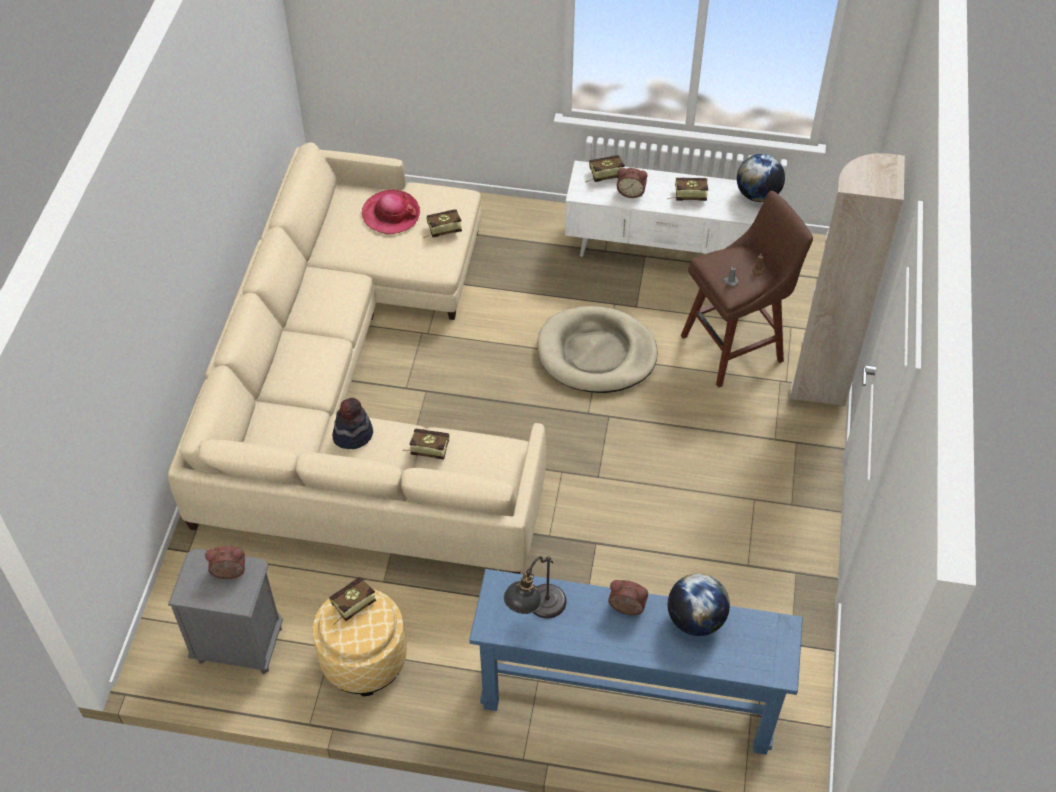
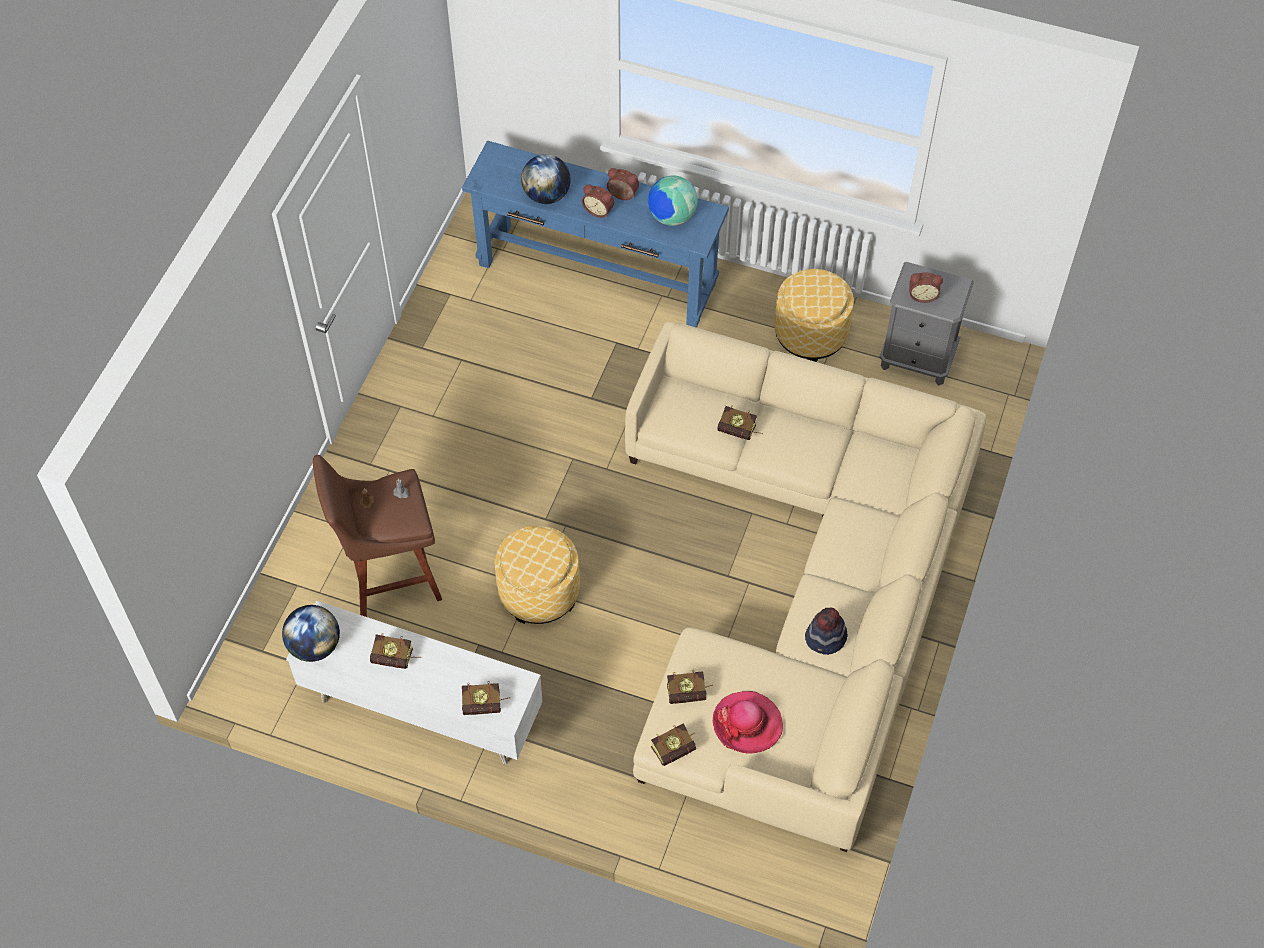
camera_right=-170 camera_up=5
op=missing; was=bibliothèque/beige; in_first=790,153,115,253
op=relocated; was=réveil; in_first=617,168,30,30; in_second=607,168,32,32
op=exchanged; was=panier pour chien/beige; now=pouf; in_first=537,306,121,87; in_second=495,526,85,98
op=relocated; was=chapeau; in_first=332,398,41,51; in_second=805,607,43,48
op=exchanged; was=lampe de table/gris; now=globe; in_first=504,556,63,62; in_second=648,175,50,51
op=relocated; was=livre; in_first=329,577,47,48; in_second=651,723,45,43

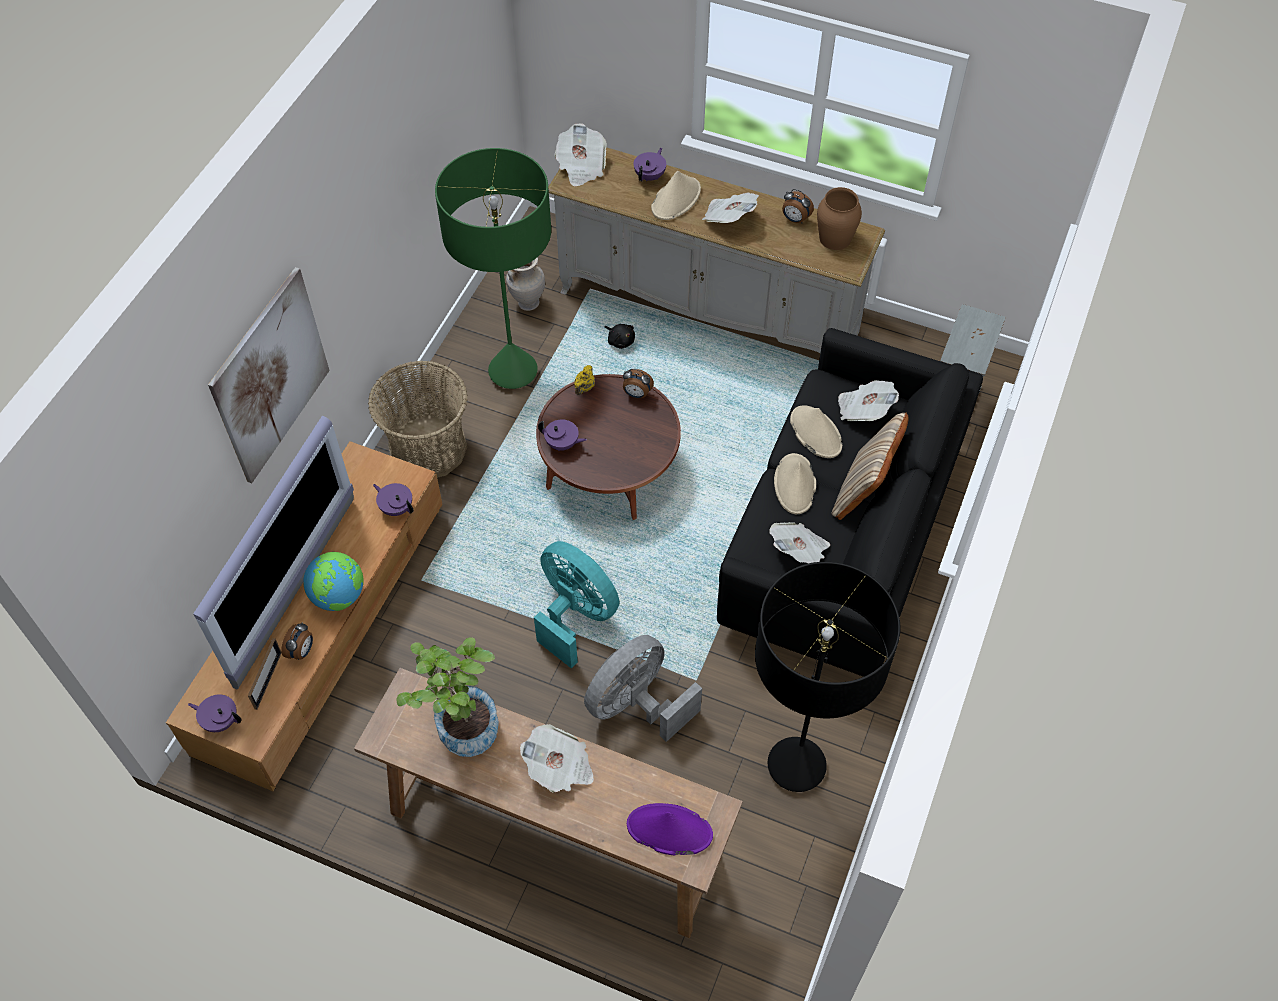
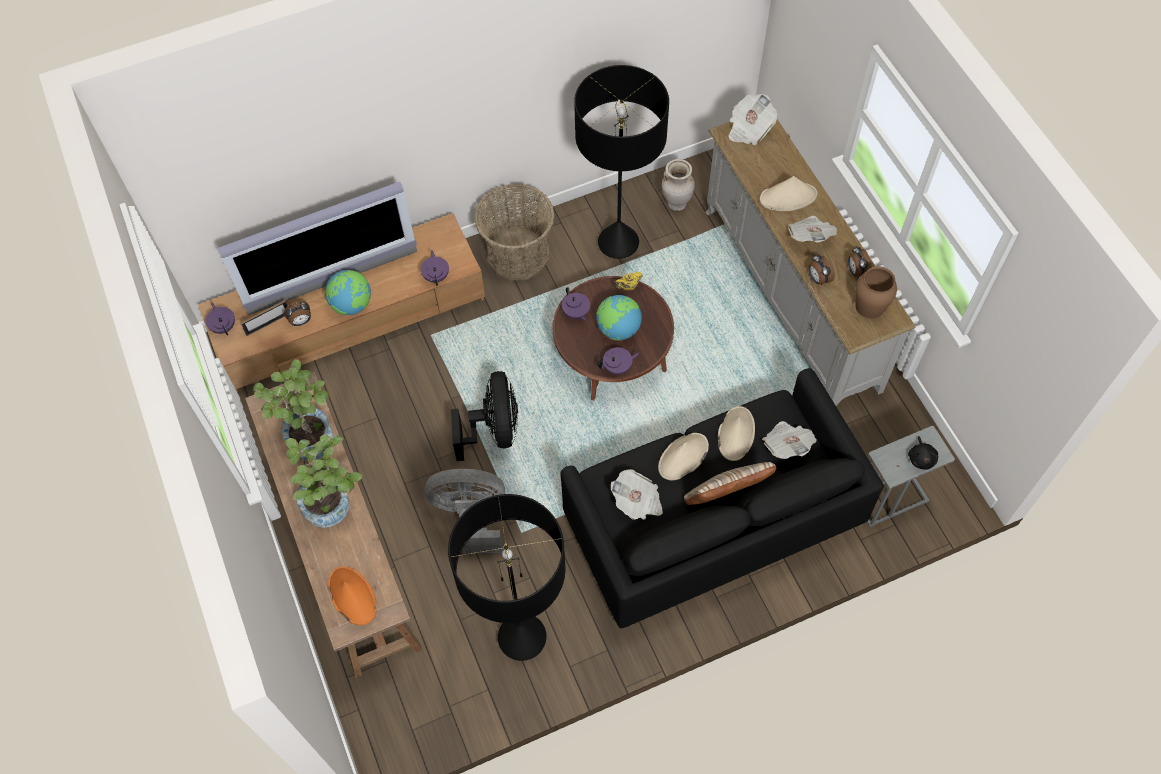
camera_right=45 camera_up=5
op=colour; was=lampadaire/vert; now=lampadaire/noir; in_first=435,148,116,241; in_second=574,65,95,194
op=relocated; was=théière/violet; in_first=633,148,33,34; in_second=598,347,42,28
op=missing; was=tableau; in_first=208,267,122,216
op=relocated; was=peluche/noir; in_first=605,324,30,25; in_second=908,436,31,34
op=relocated; was=réveil; in_first=623,369,31,29; in_second=809,254,26,31
op=colour; was=ventilateur/turquoise; now=ventilateur/noir; in_first=534,541,86,128; in_second=451,371,67,90
op=exchanged; was=journal; now=plante en pot; in_first=520,724,74,69; in_second=286,435,76,93
op=colour; was=chapeau/violet; now=chapeau/orange; in_first=627,803,86,53; in_second=328,566,49,59
op=appeared; now=globe; in_second=596,295,46,46

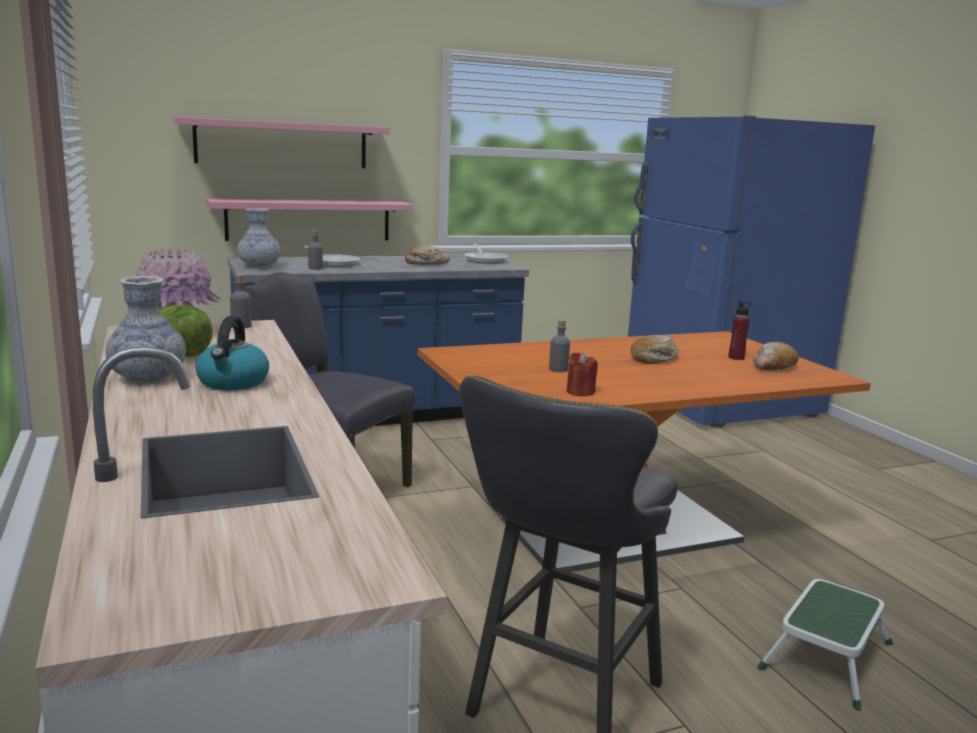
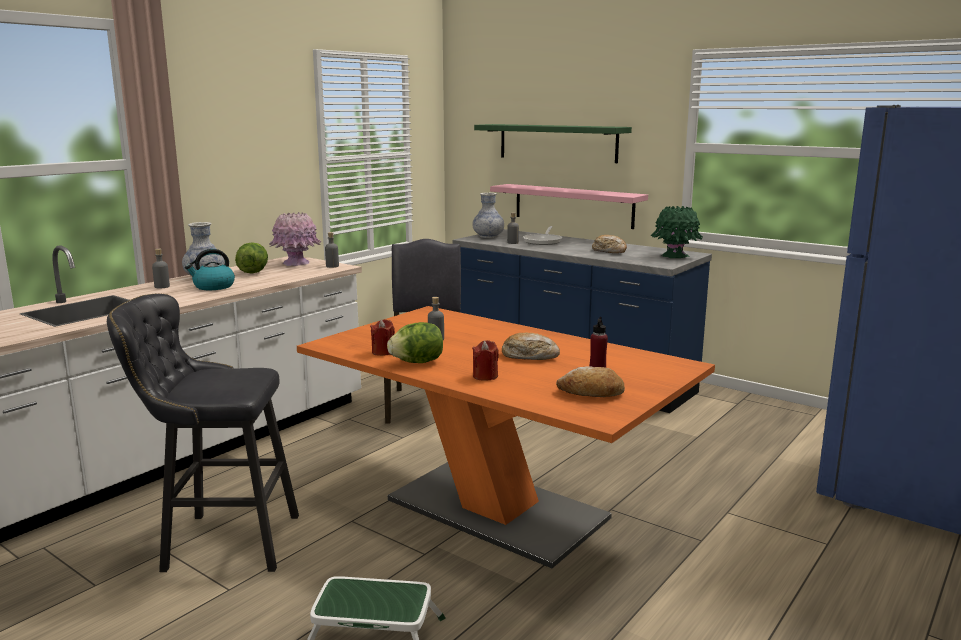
camera_right=60 camera_up=0
op=colour; was=étagère/rose; now=étagère/vert; in_first=174,117,216,51; in_second=474,124,158,39
op=exchanged; was=poêle; now=vase/vert; in_first=464,244,44,20; in_second=650,206,53,52
op=appeared; now=bouteille/gris; in_second=152,249,18,39
op=appeared; now=laitue; in_second=387,322,56,41
op=appeared; now=bougie/rouge; in_second=472,340,27,41

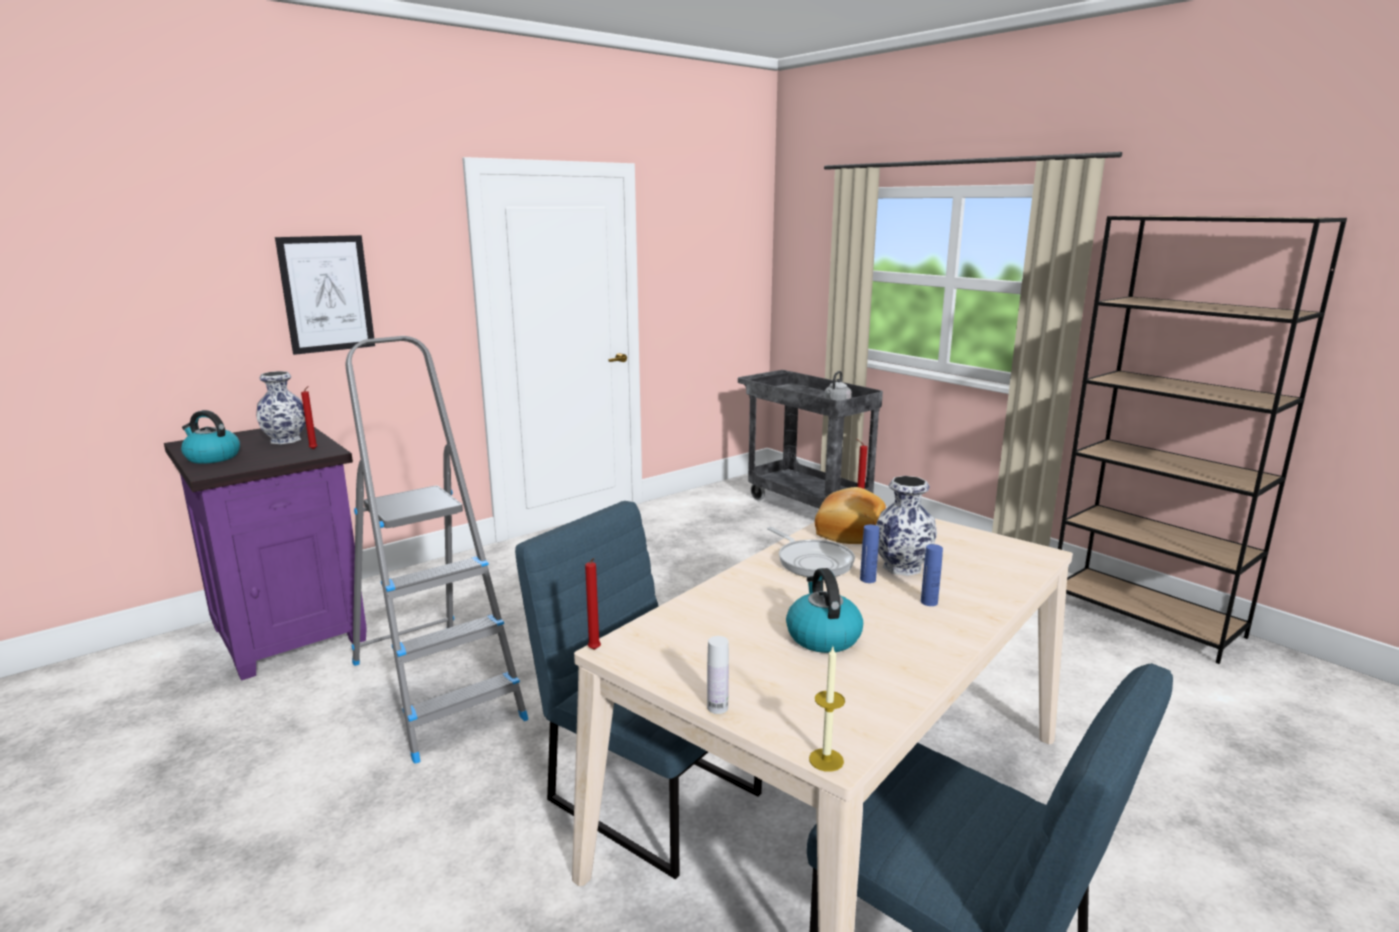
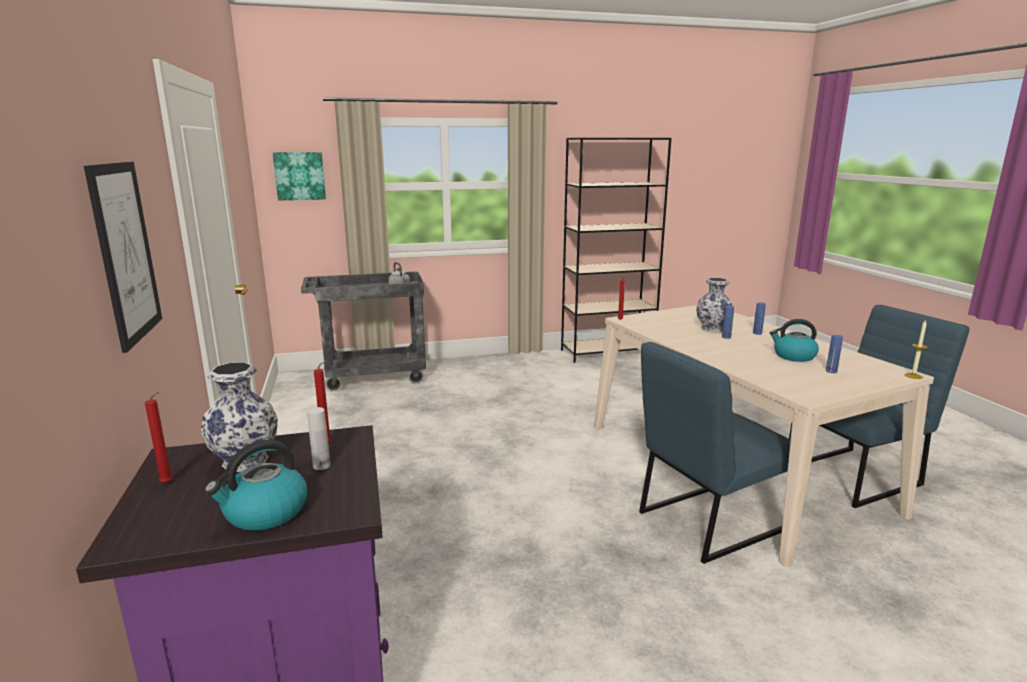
camera_right=-65 camera_up=0
op=missing; was=escabeau/gris; in_first=345,336,183,428
op=missing; was=pain; in_first=815,487,71,57
op=missing; was=poêle; in_first=767,527,88,50
op=relocated; was=bougie/rouge; in_first=585,558,16,92; in_second=145,392,28,92
op=relocated; was=bouteille/blanc; in_first=707,636,22,78; in_second=307,407,23,63
op=appeared; now=tableau; in_second=273,152,53,48
op=appeared; now=bouteille/bleu; in_second=826,335,17,38

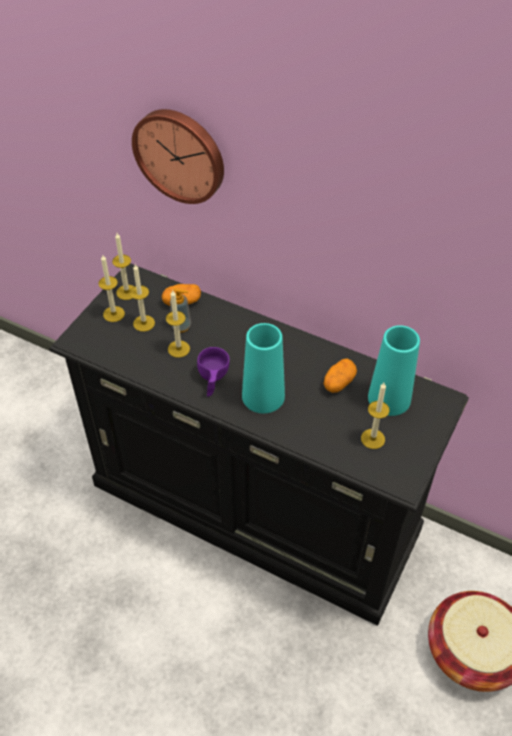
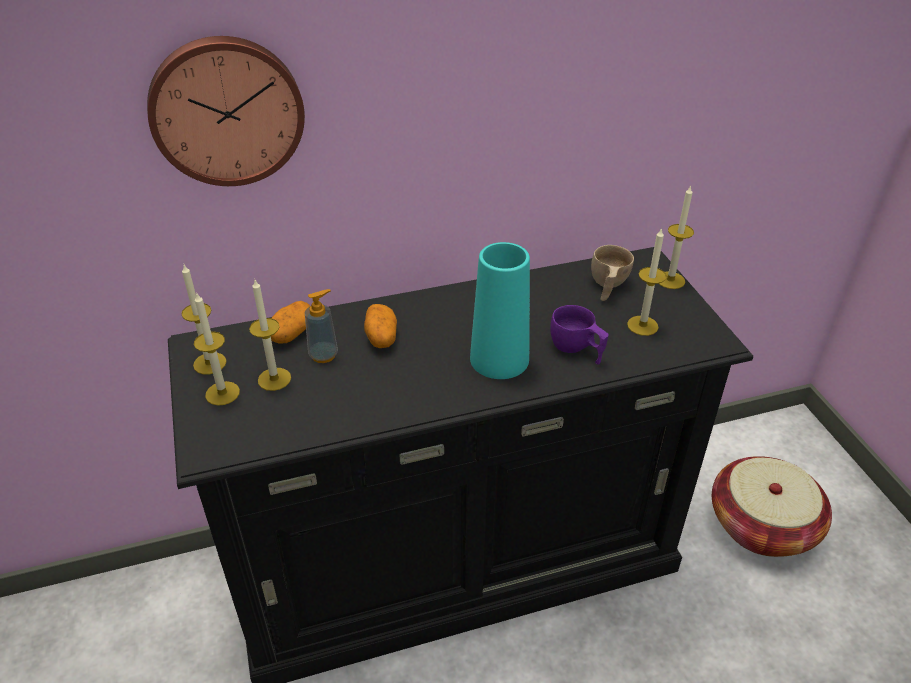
camera_right=-45 camera_up=-10
op=relocated; was=bougie; in_first=166,290,24,68; in_second=658,185,36,104
op=exchanged; was=vase/turquoise; now=tasse/beige; in_first=368,325,52,91; in_second=591,245,43,56
op=relocated; was=tasse/violet; in_first=197,347,33,50; in_second=550,305,59,60
op=relocated; was=pomme de terre; in_first=323,358,34,35; in_second=364,304,33,44

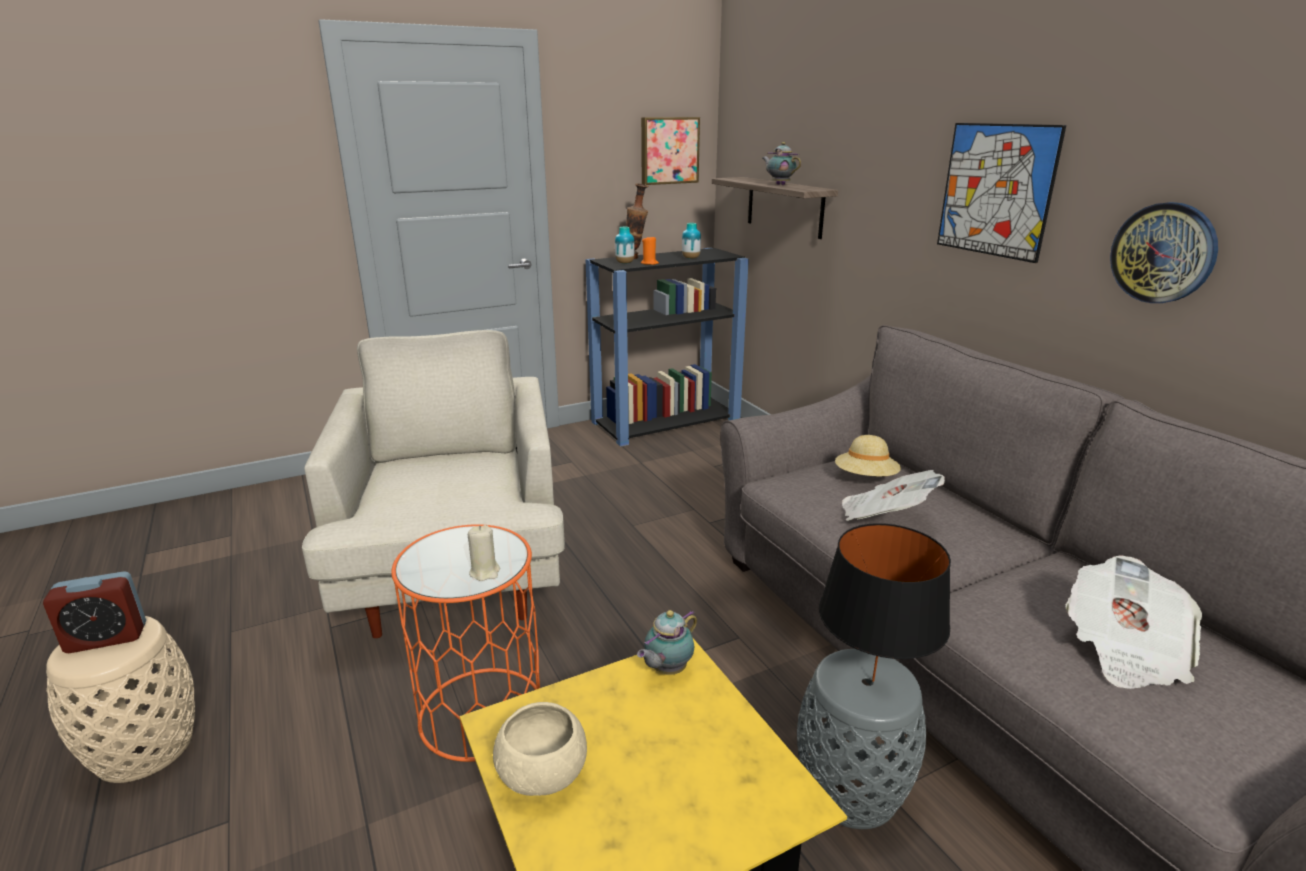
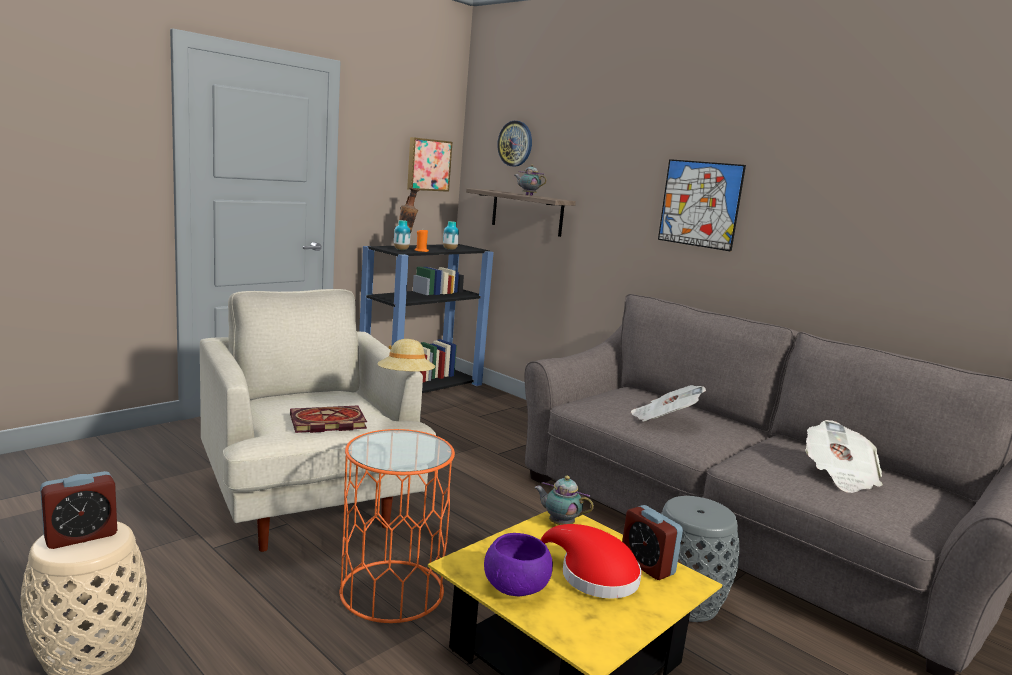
camera_right=-20 camera_up=-10
op=relocated; was=horloge murale; in_first=1110,202,108,101; in_second=497,121,35,46
op=relocated; was=chapeau/beige; in_first=835,435,66,42; in_second=378,339,57,32
op=missing; was=lampe de table/noir; in_first=819,523,132,159
op=missing; was=bougie/beige; in_first=468,525,32,56
op=spun; was=théière; in_first=637,610,60,65; in_second=534,476,60,49; clockwise=90
op=colour; was=bol/beige; now=bol/violet; in_first=493,702,94,94; in_second=484,533,69,64
op=appeared; now=livre; in_second=290,405,77,28
op=appeared; now=réveil; in_second=622,505,61,75
op=appeared; now=chapeau/rouge; in_second=541,524,101,75

